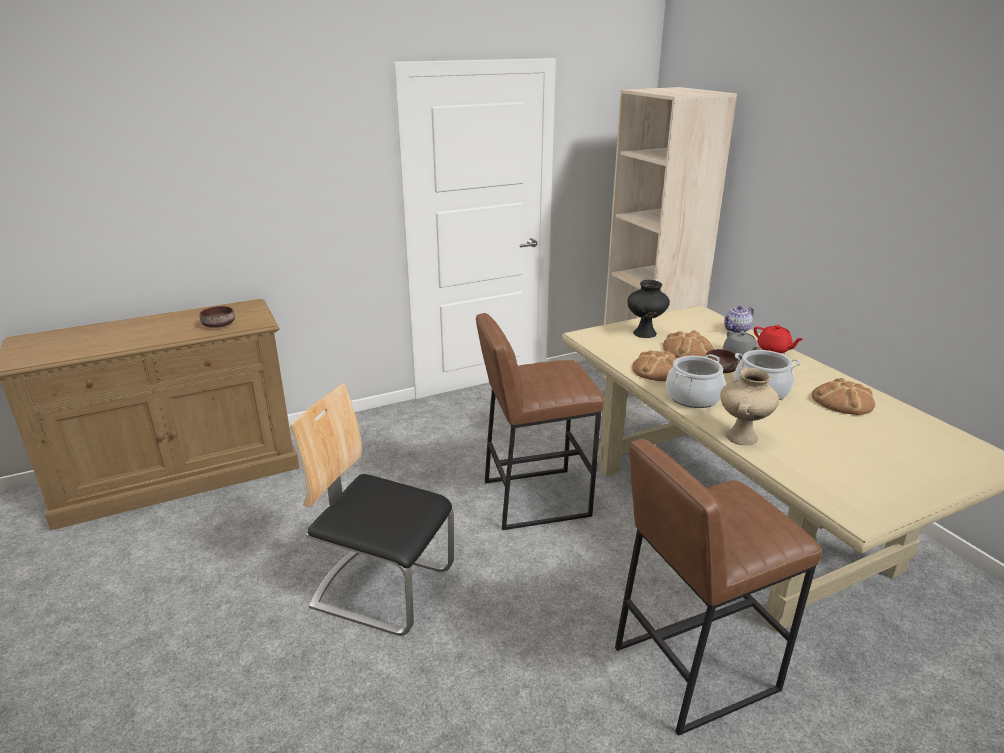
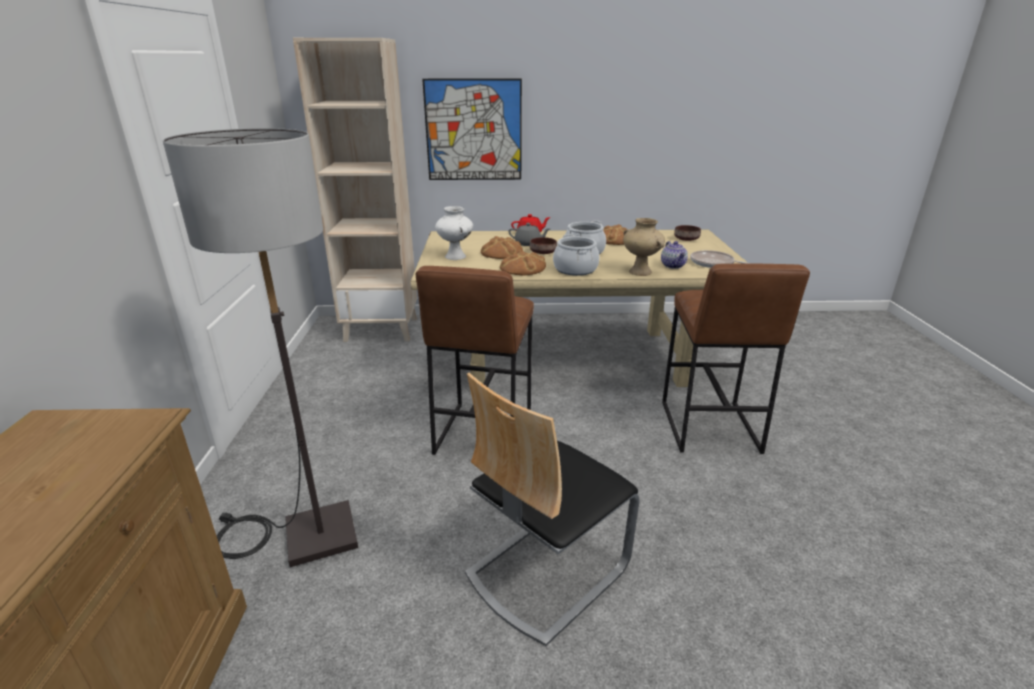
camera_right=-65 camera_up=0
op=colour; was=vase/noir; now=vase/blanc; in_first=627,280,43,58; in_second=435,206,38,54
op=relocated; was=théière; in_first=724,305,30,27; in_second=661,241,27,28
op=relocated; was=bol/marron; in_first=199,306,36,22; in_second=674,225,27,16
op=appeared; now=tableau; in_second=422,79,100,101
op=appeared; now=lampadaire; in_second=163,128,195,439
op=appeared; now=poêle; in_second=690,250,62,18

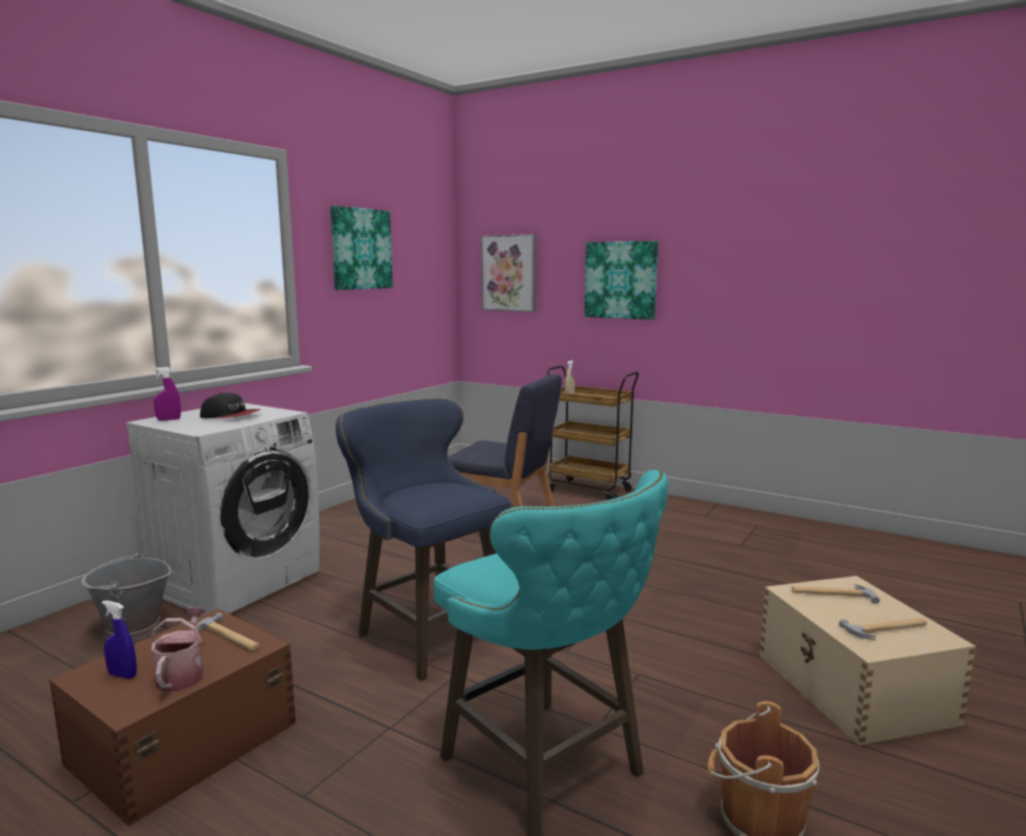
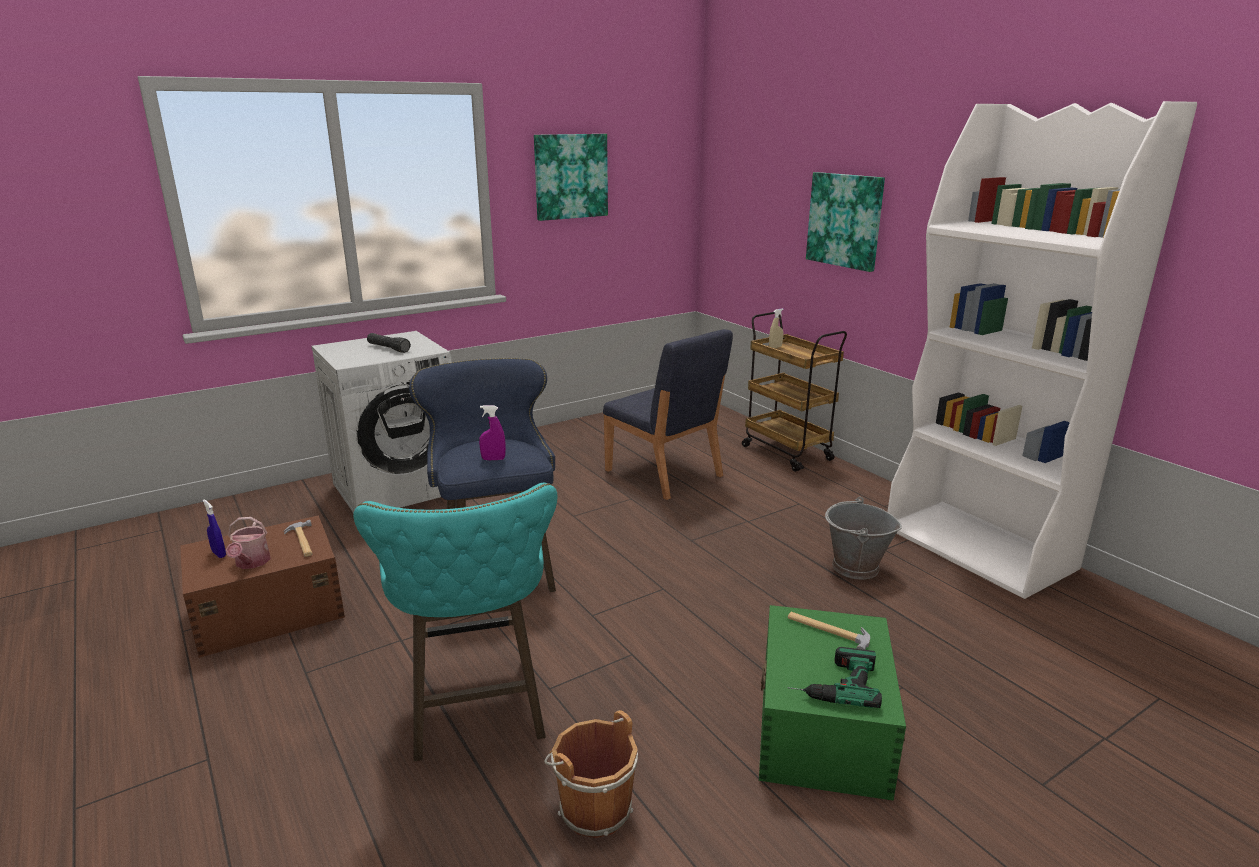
camera_right=25 camera_up=10
op=missing; was=tableau; in_first=481,234,55,78
op=relocated; was=vaporisateur/violet; in_first=154,367,27,54; in_second=479,405,27,55
op=exchanged; was=casquette; now=lampe de poche/noir; in_first=200,393,61,25; in_second=367,333,44,20
op=relocated; was=seau/gris; in_first=81,551,90,90; in_second=825,497,77,82
op=colour; was=boîte de rangement/beige; now=boîte de rangement/vert; in_first=759,576,217,170; in_second=759,605,147,196
op=spun; was=arrosoir; in_first=150,607,56,85; in_second=226,517,45,52; clockwise=150
op=exchanged; was=marteau; now=perceuse; in_first=839,618,88,22; in_second=787,647,95,61
op=appeared; now=bibliothèque/blanc; in_second=888,101,309,498

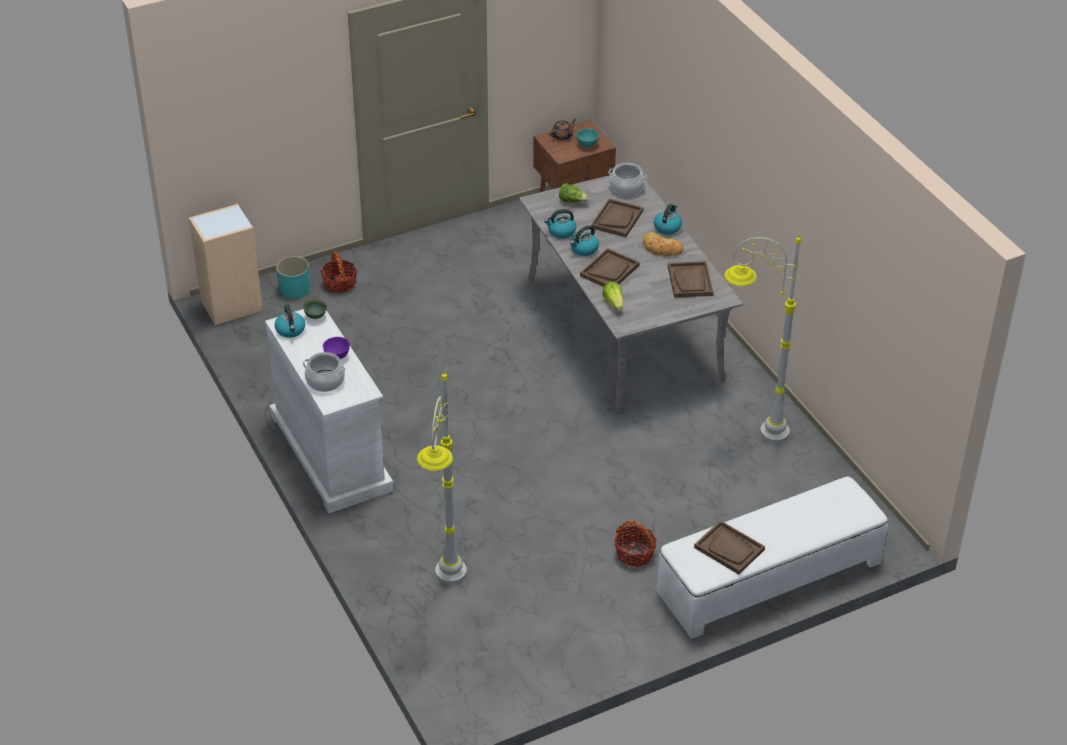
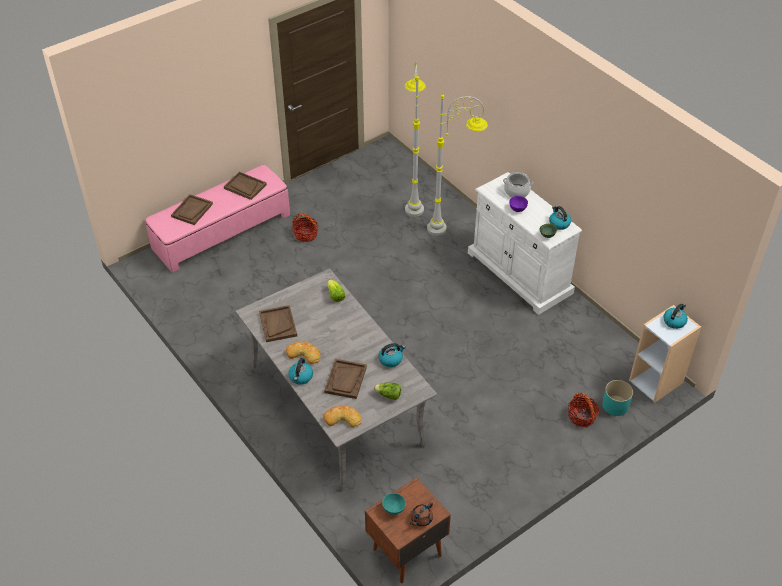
camera_right=170 camera_up=5
op=exchanged; was=marmite; now=pain; in_first=608,163,39,34; in_second=323,405,39,23
op=relocated; was=bouilloire; in_first=570,226,29,30; in_second=663,303,25,26
op=relocated; was=lampadaire/gris; in_first=724,233,77,210; in_second=427,91,61,145
op=relocated; was=plateau/marron; in_first=580,248,60,39; in_second=171,194,42,31
op=colour; was=banc/blanc; now=banc/rose; in_first=657,476,231,162; in_second=146,165,144,108

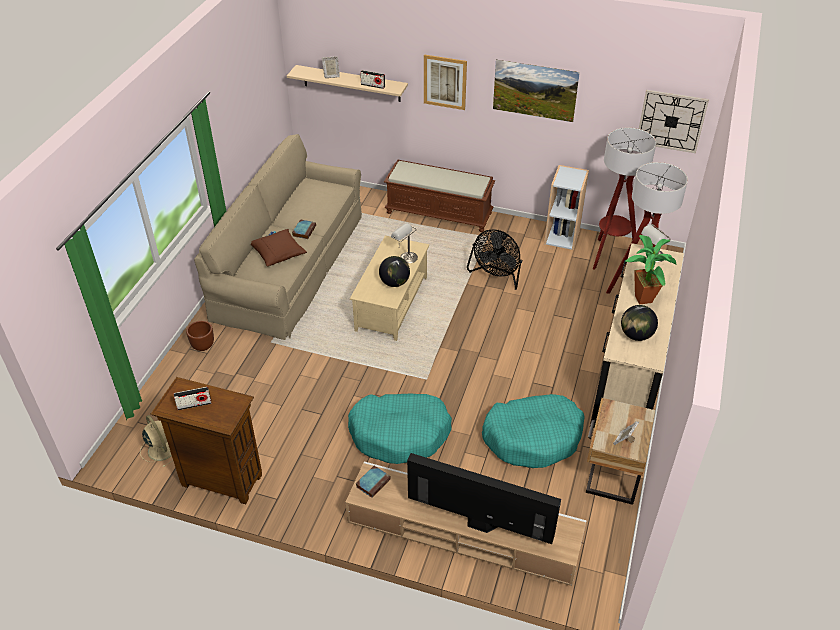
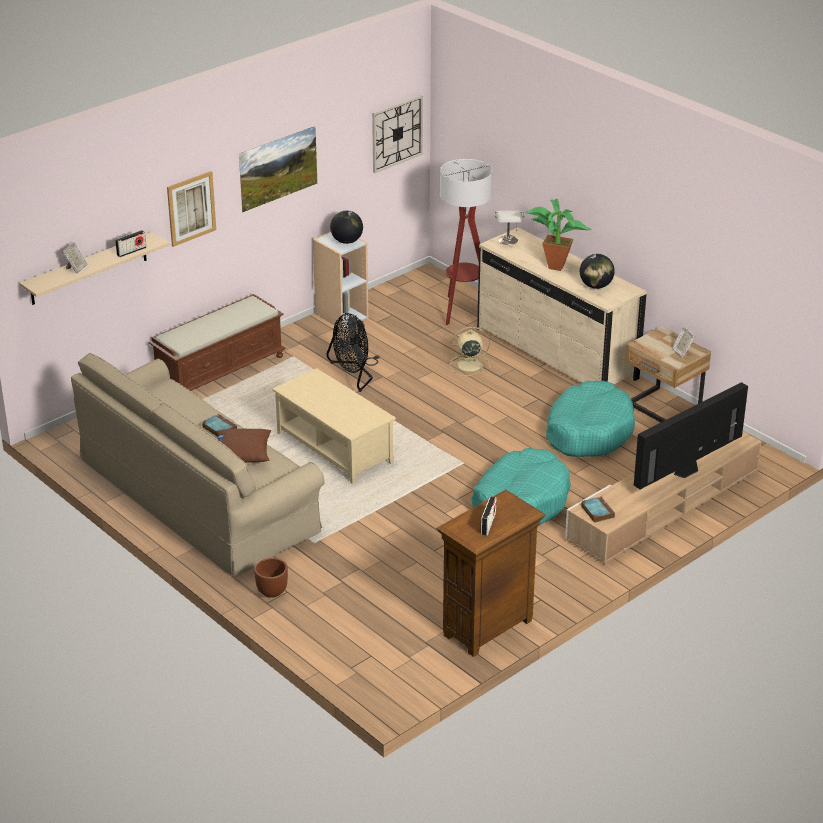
camera_right=-60 camera_up=-10
op=missing; was=lampadaire; in_first=593,127,63,142
op=missing; was=lampe de table/blanc; in_first=391,223,27,40
op=spun; was=ventilateur/noir; in_first=467,229,55,61; in_second=327,313,54,79; clockwise=90
op=relocated; was=globe; in_first=379,256,31,31; in_second=330,211,33,33
op=relocated; was=ventilateur/beige; in_first=140,415,33,52; in_second=450,327,41,49

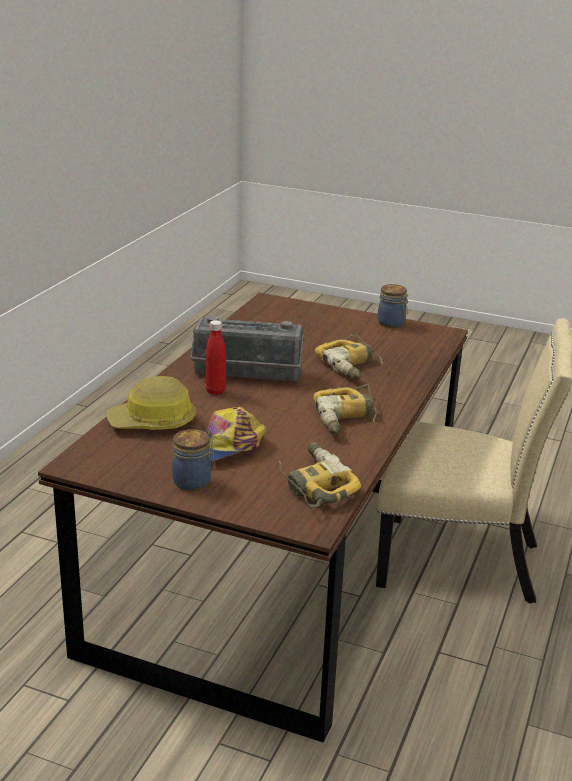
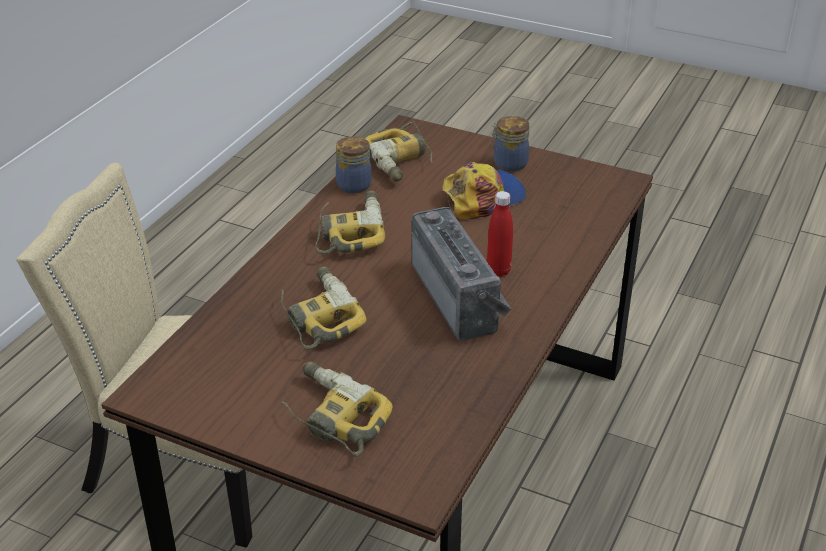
camera_right=-175 camera_up=10
op=relocated; was=bocal; in_first=378,284,30,44; in_second=336,136,36,57
op=spun; was=radio; in_first=190,316,115,66; in_second=412,207,99,134; clockwise=60
op=missing; was=casque de chantier; in_first=107,376,89,54
op=appeared; now=perceuse; in_second=282,362,111,95

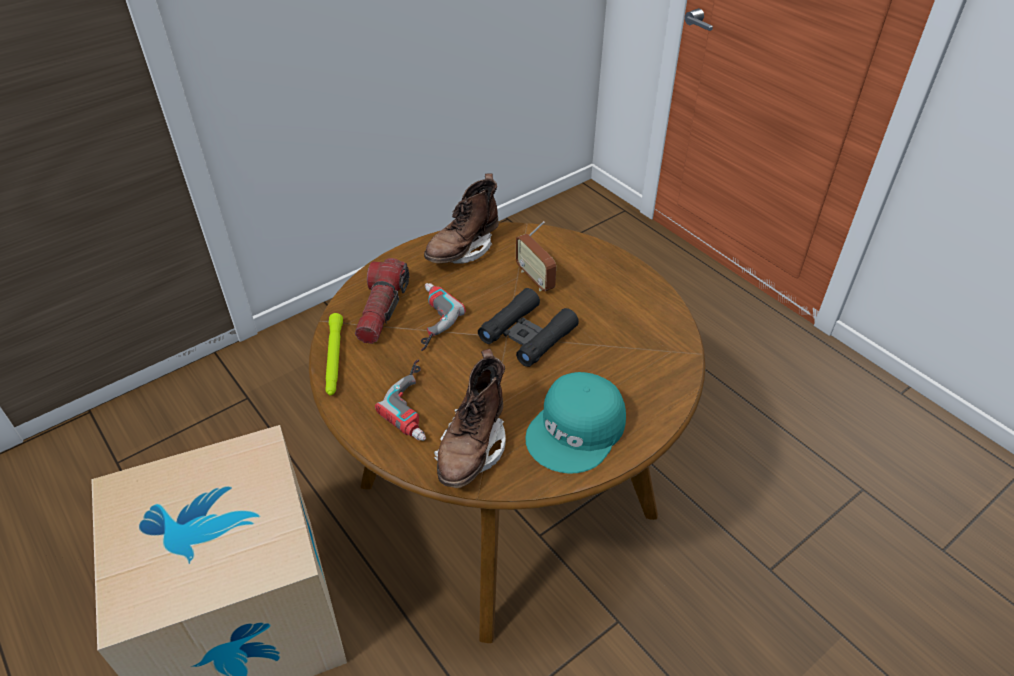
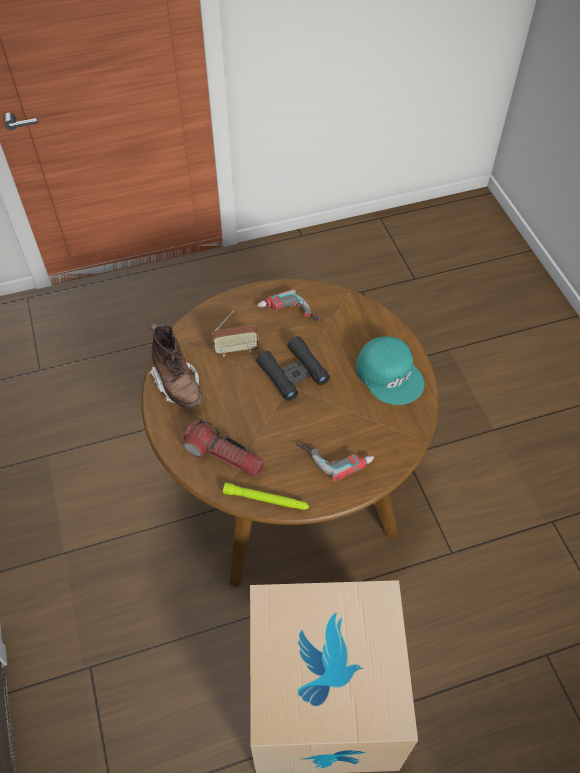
camera_right=-70 camera_up=10
op=relocated; was=perceuse; in_first=421,283,45,68; in_second=257,289,67,34
op=missing; was=botte/marron; in_first=434,349,72,139

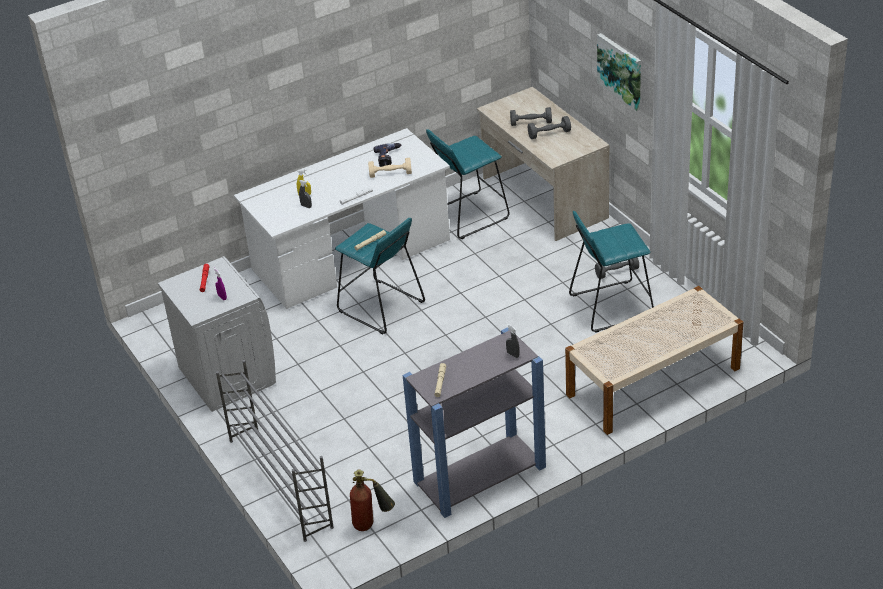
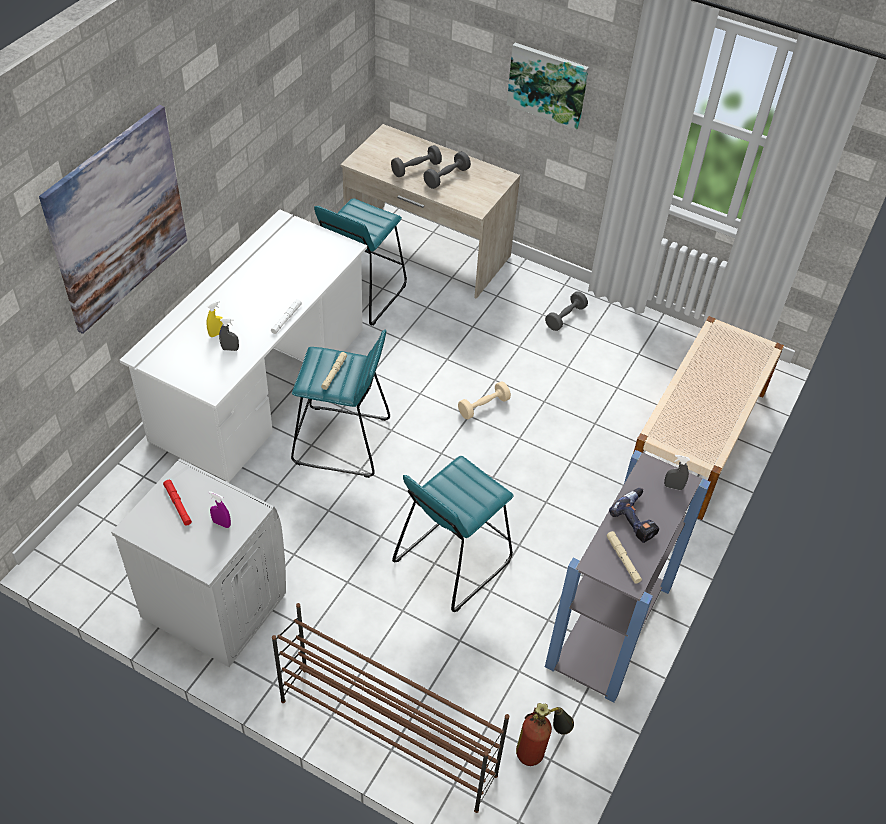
camera_right=-35 camera_up=10
op=relocated; was=perceuse; in_first=373,143,29,24; in_second=609,488,50,55
op=relocated; was=haltère/beige; in_first=368,158,44,20; in_second=458,381,53,39
op=relocated; was=tabouret/turquoise; in_first=569,211,85,122; in_second=392,456,122,156
op=colour; was=étagère à chaussures/gris; now=étagère à chaussures/marron; in_first=216,360,118,182; in_second=272,603,237,210
op=appeared; now=tableau; in_second=39,105,148,229

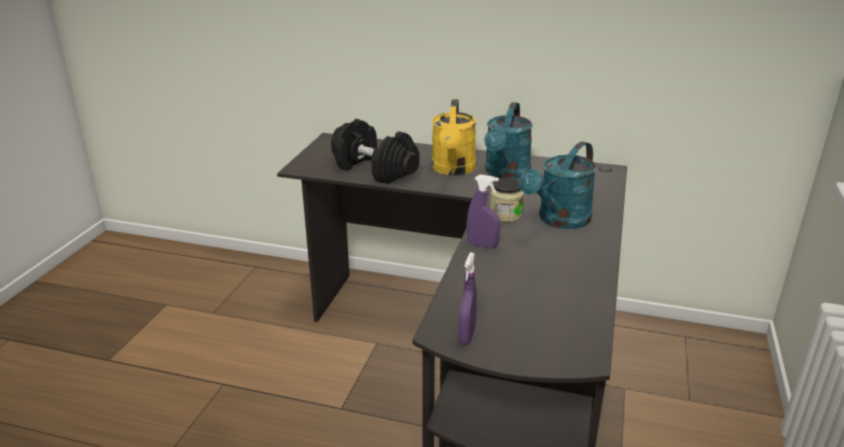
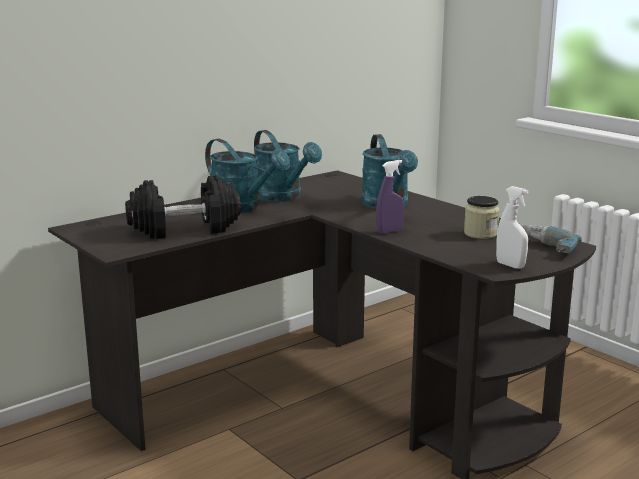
camera_right=-55 camera_up=-10
op=colour; was=arrosoir/jaune; now=arrosoir/turquoise; in_first=432,99,45,77; in_second=205,139,85,74
op=relocated; was=bocal; in_first=490,178,34,44; in_second=464,196,36,43
op=colour; was=vaporisateur/violet; now=vaporisateur/blanc; in_first=458,252,19,93; in_second=496,186,33,83
op=appeared; now=perceuse; in_second=520,224,62,29

